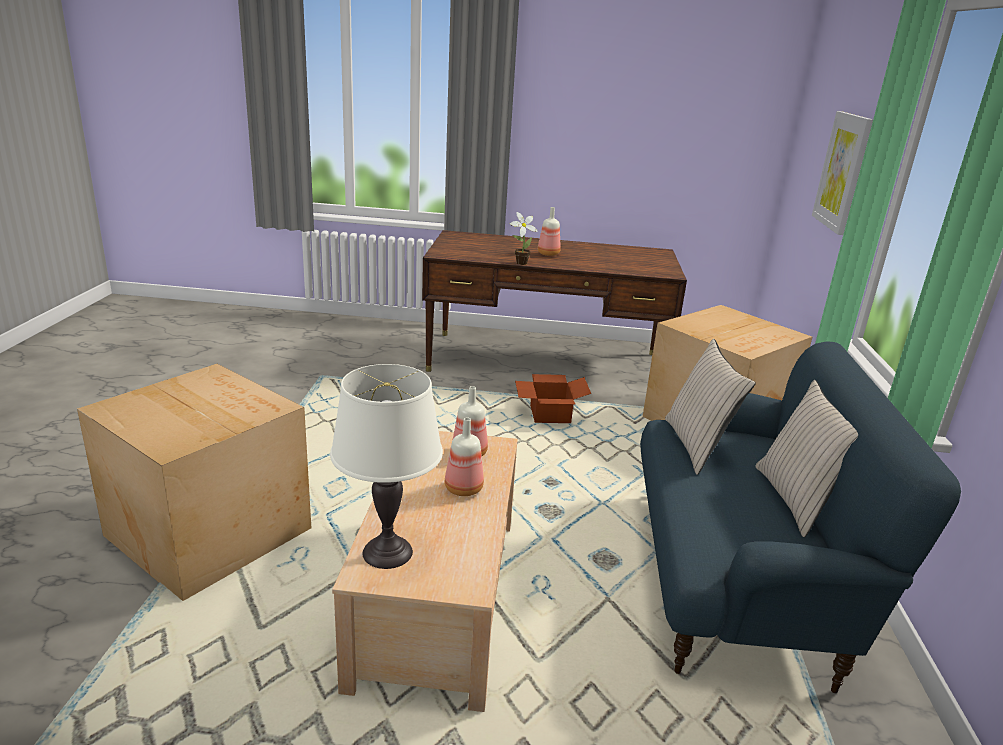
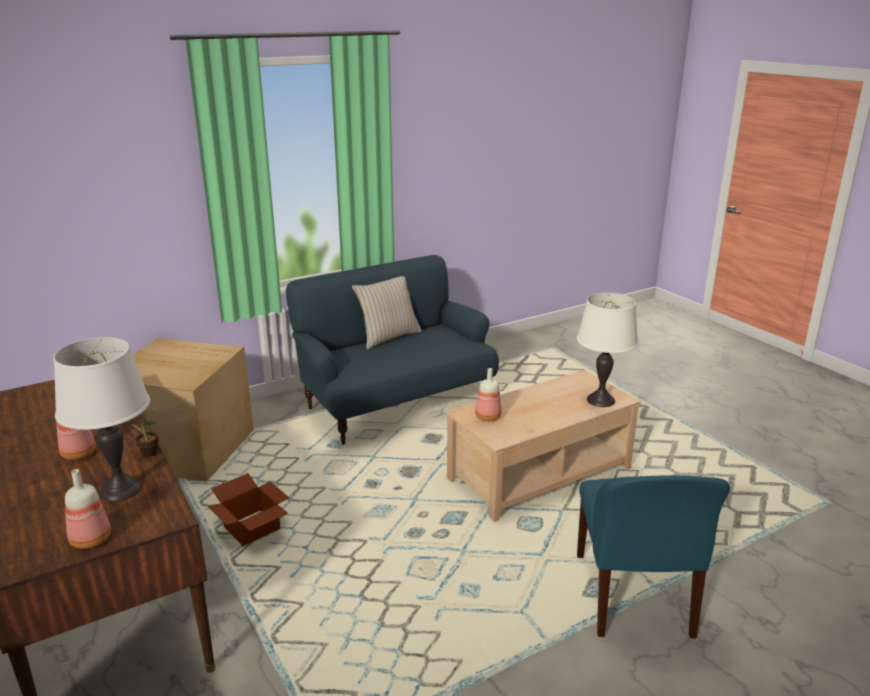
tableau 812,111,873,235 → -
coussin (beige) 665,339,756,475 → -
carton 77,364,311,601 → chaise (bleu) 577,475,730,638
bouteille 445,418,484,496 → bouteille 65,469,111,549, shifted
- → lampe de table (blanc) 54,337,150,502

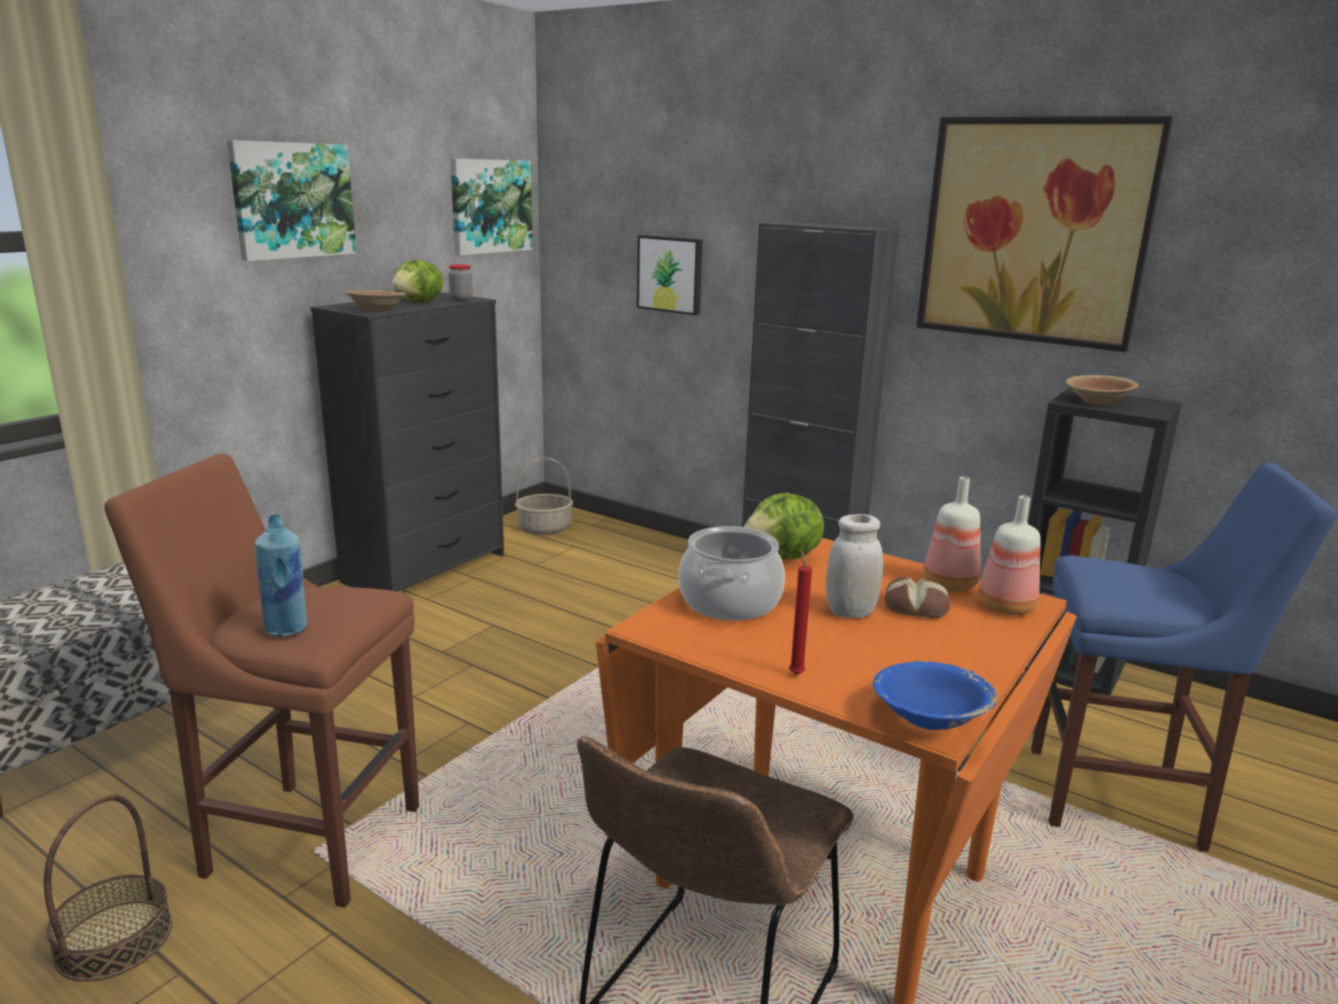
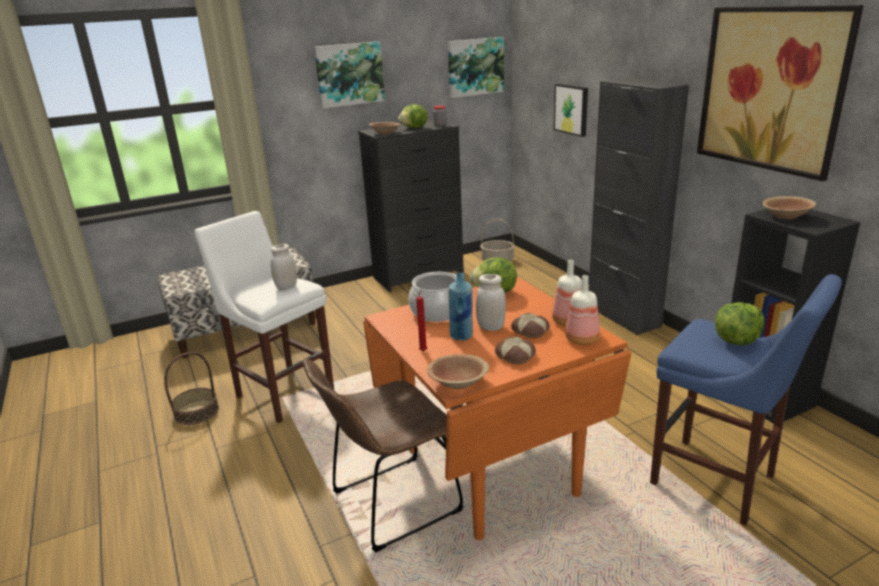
tabouret (marron) 104,454,419,908 → tabouret (blanc) 194,211,334,423
bouteille (bleu) 254,514,307,636 → bouteille (bleu) 449,272,473,341, shifted
bol (bleu) 873,661,997,730 → bol (marron) 427,354,489,389
- → bocal (blanc) 271,244,297,290
- → laitue 715,302,764,346
- → pain 495,336,536,364

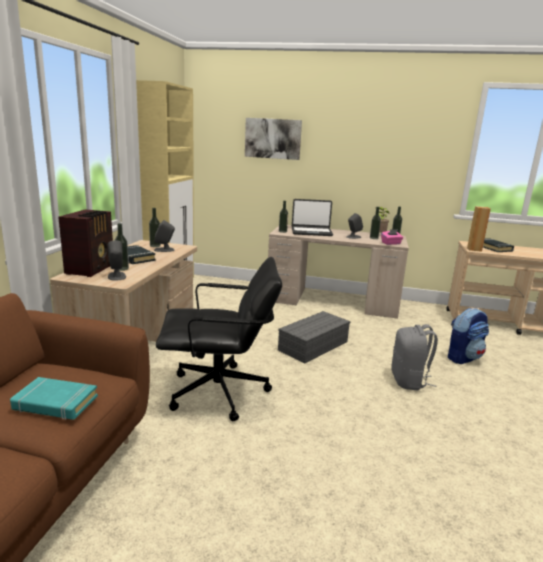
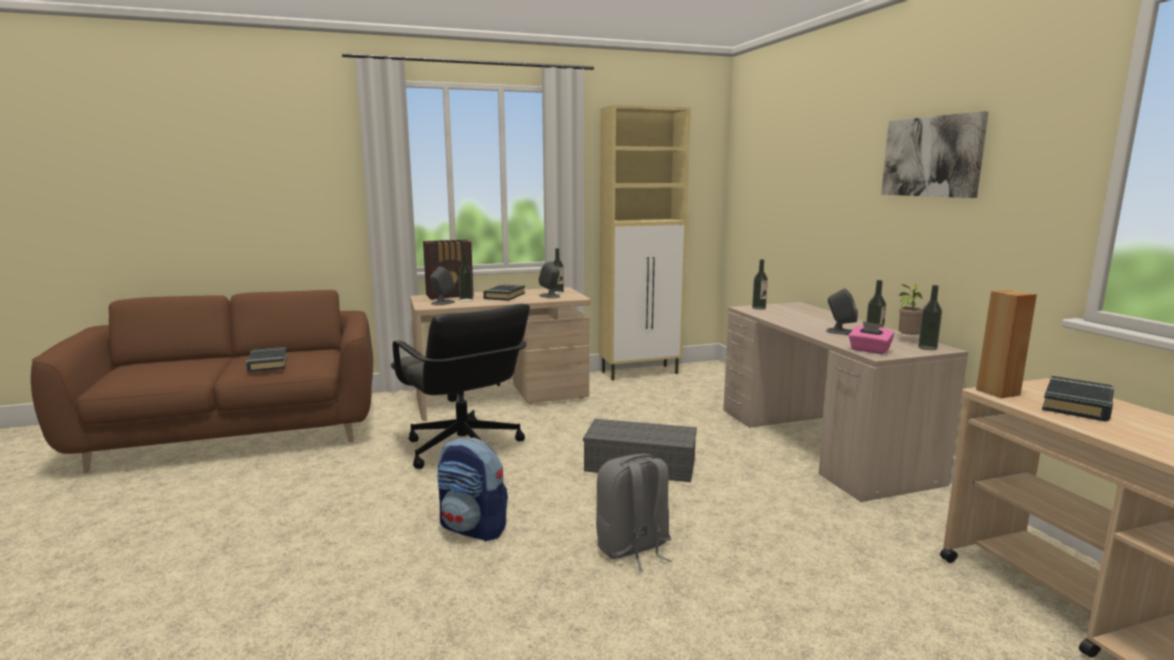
tableau 245,118,302,160 → tableau 881,111,989,198, shifted
ordinateur portable 292,199,333,236 → -
sac à dos 448,308,489,364 → sac à dos 437,438,508,541, shifted
livre (turquoise) 10,377,98,420 → livre (noir) 246,347,288,372

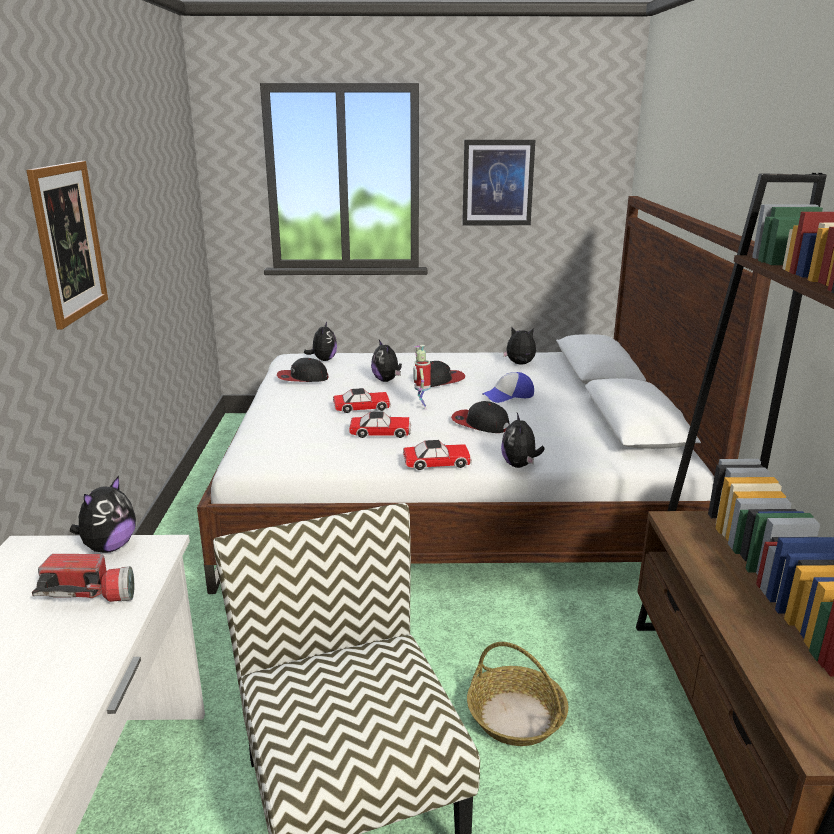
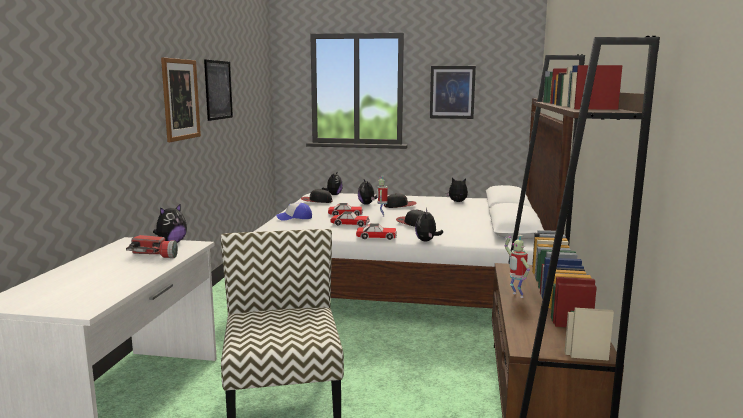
casquette 482,372,534,403 → casquette 276,203,312,221, shifted
panier 467,642,568,746 → -
- → tableau 204,59,233,121
- → robot jouet 504,235,530,298

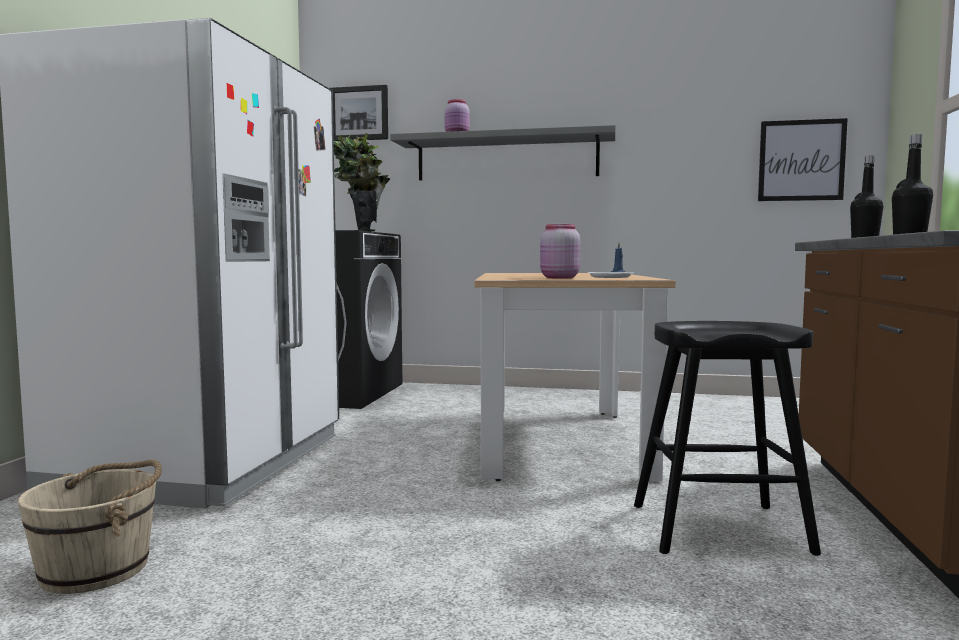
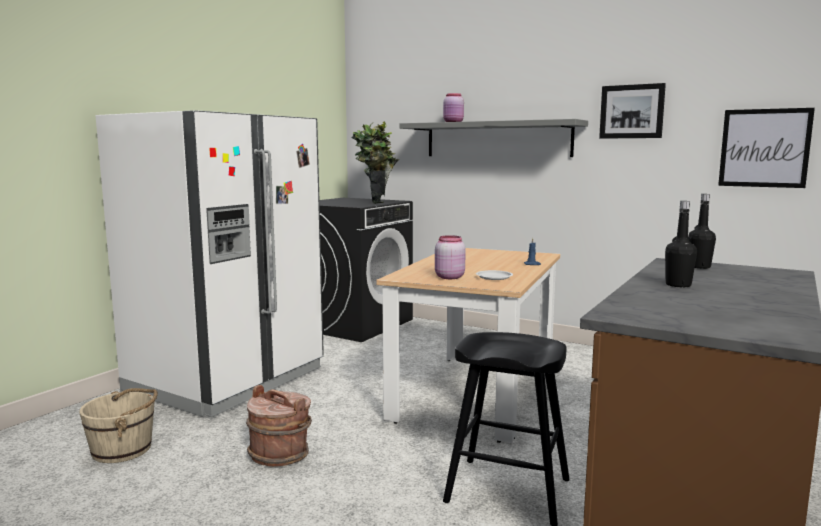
tableau 329,85,388,141 → tableau 599,83,666,139, shifted
- → seau (marron) 246,385,312,467

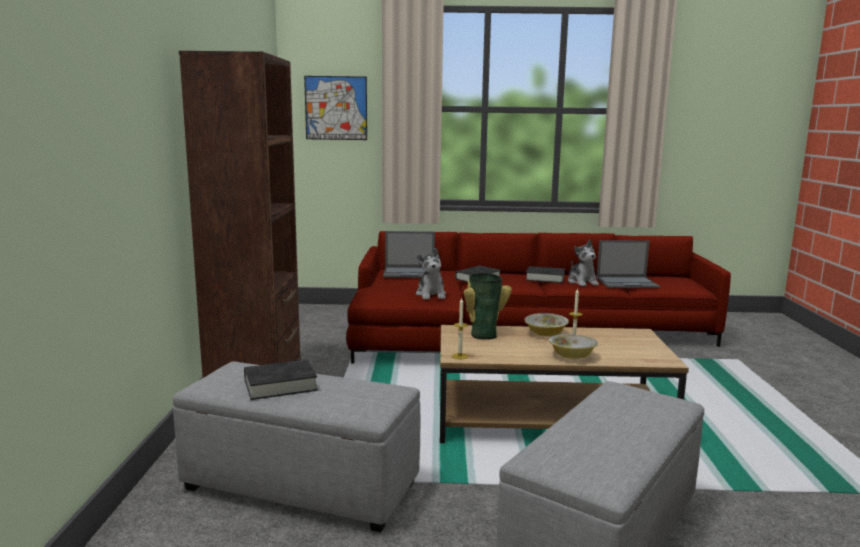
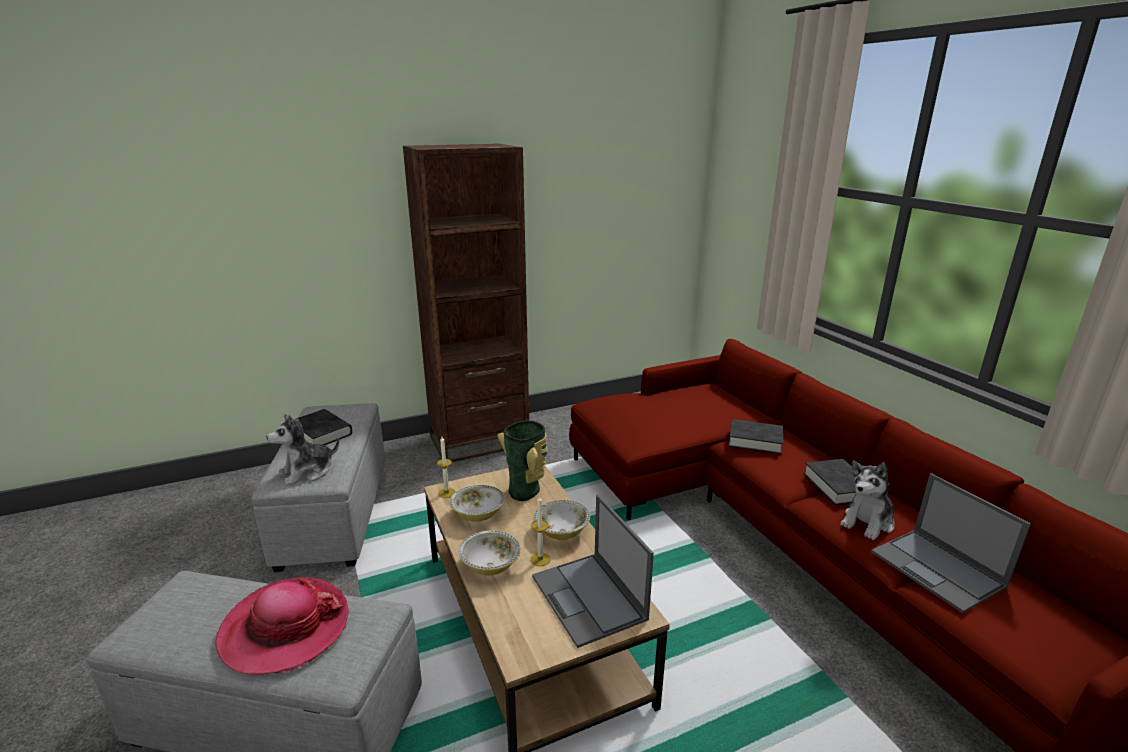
tableau 304,76,367,140 → -
ordinateur portable 383,231,435,278 → ordinateur portable 532,494,654,648, shifted
peluche 416,248,446,300 → peluche 266,414,339,486, shifted
- → bol 450,485,505,522
- → chapeau 215,577,349,675

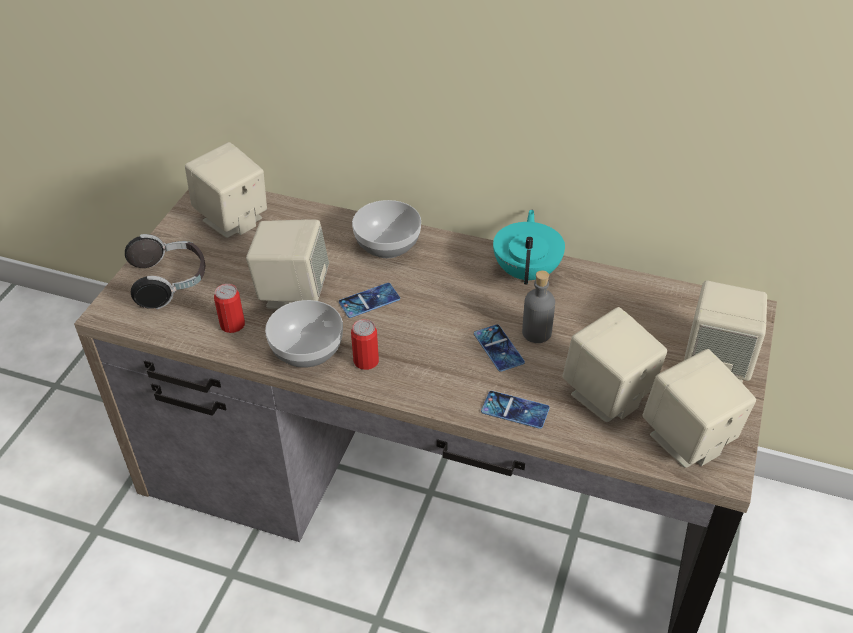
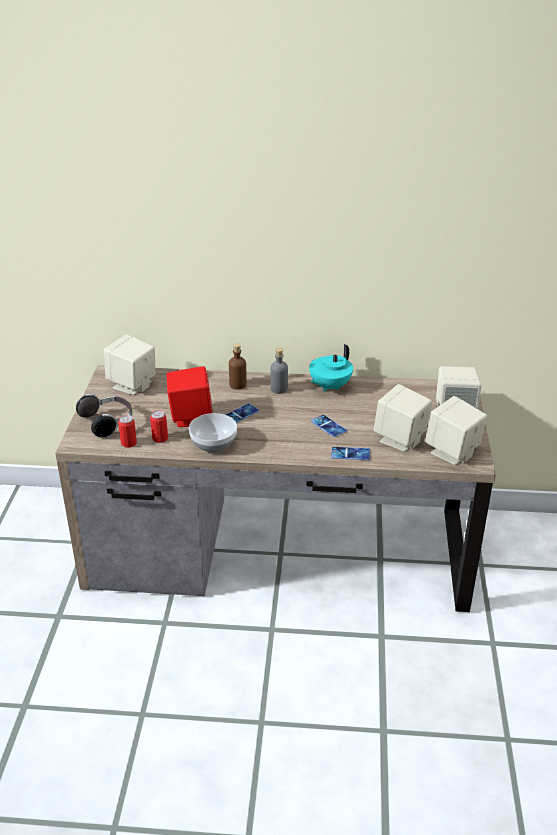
bol 352,200,421,258 → bouteille (marron) 229,343,247,390
théière (turquoise) 493,209,565,285 → théière (turquoise) 309,344,353,392, 135 degrees counterclockwise
enceinte (beige) 246,219,329,310 → enceinte (rouge) 167,366,213,427
bouteille (gris) 522,270,555,343 → bouteille (gris) 270,348,288,394, shifted
boîte métallique 351,319,379,370 → boîte métallique 118,415,137,448, shifted

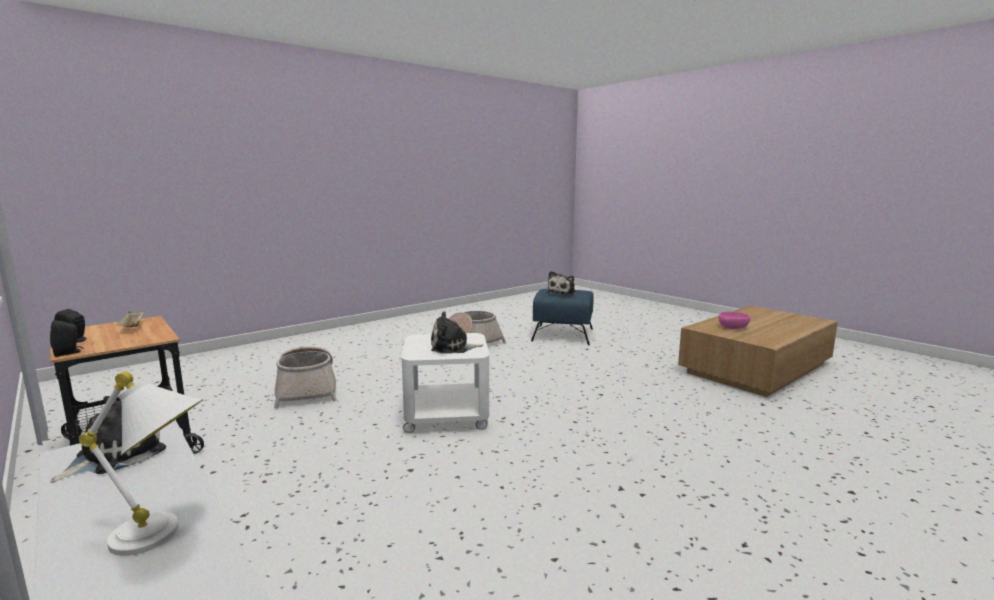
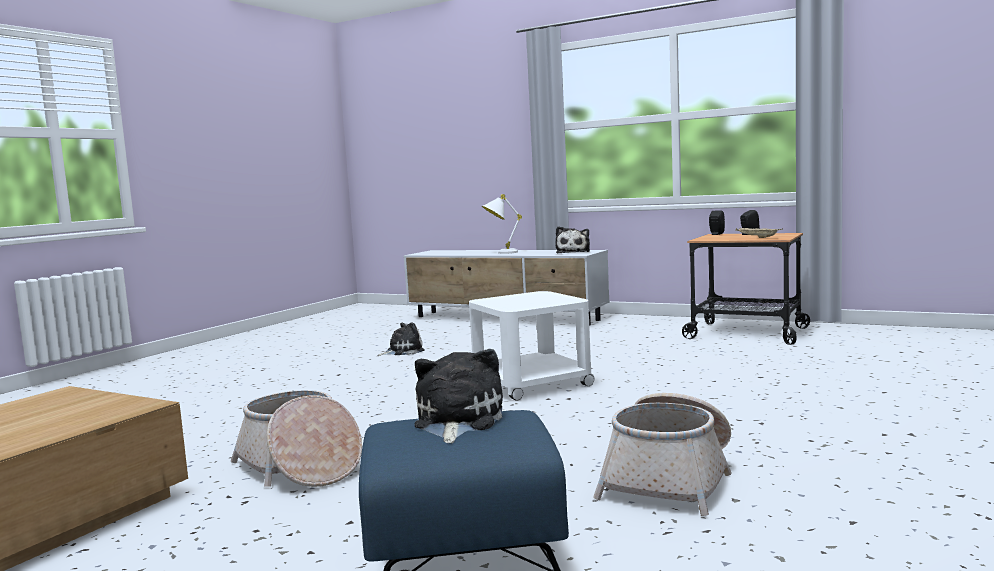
peluche 431,311,483,354 → peluche 377,322,425,356, shifted
bol (rose) 718,312,750,329 → -
panier 274,346,337,408 → panier 231,390,362,487, shifted

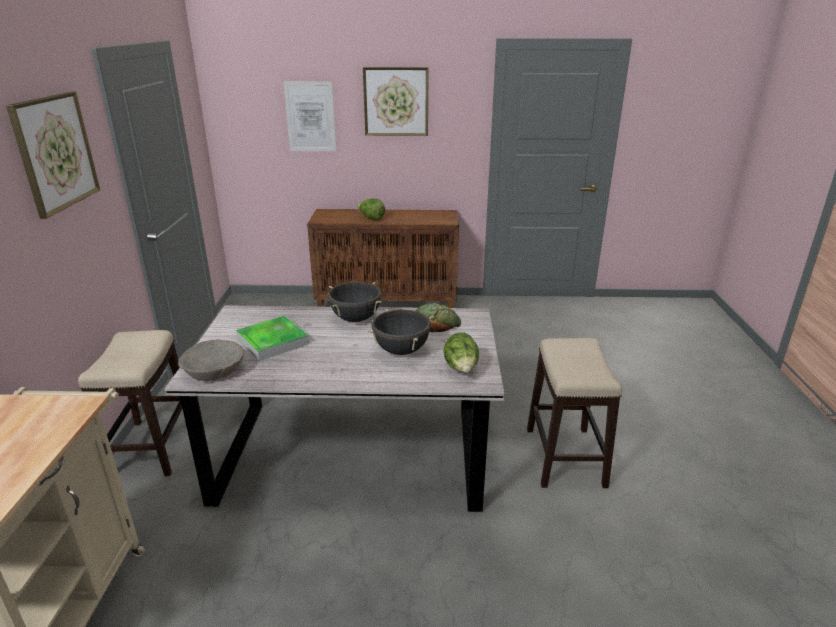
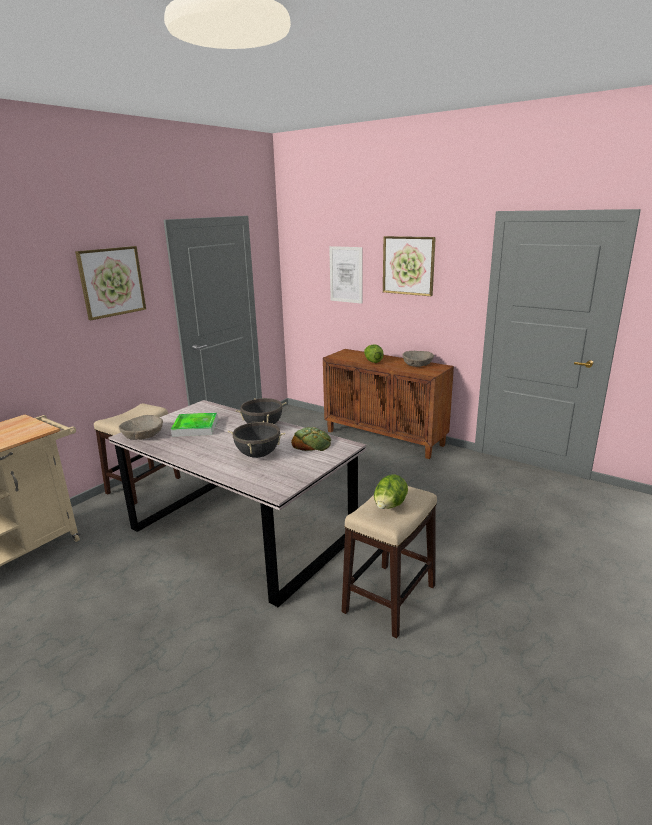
laitue 443,332,479,373 → laitue 374,474,408,509, shifted
- → bol (beige) 402,351,434,367

